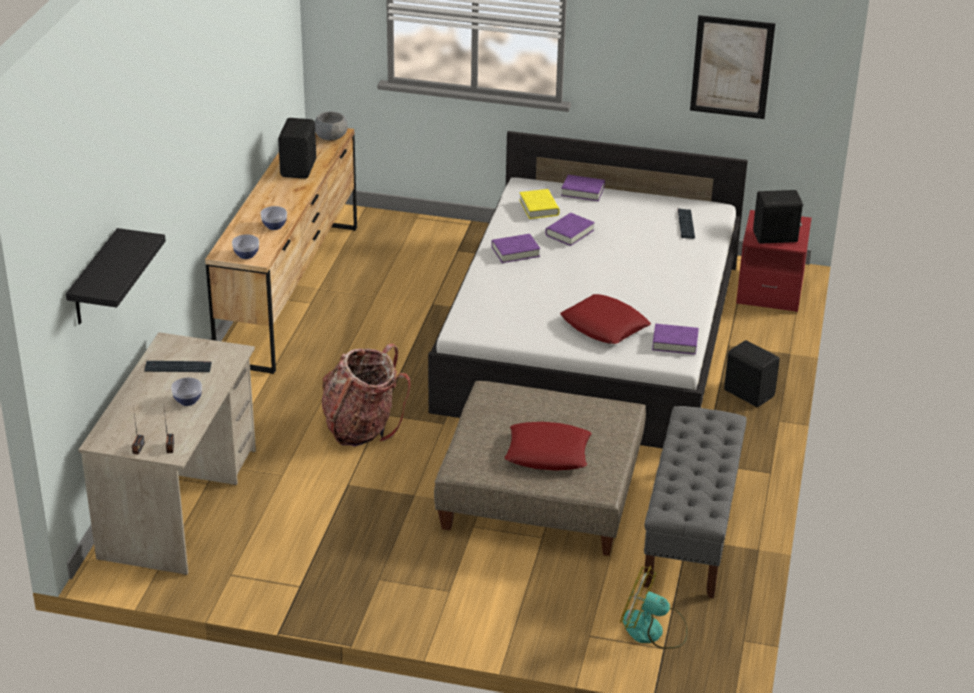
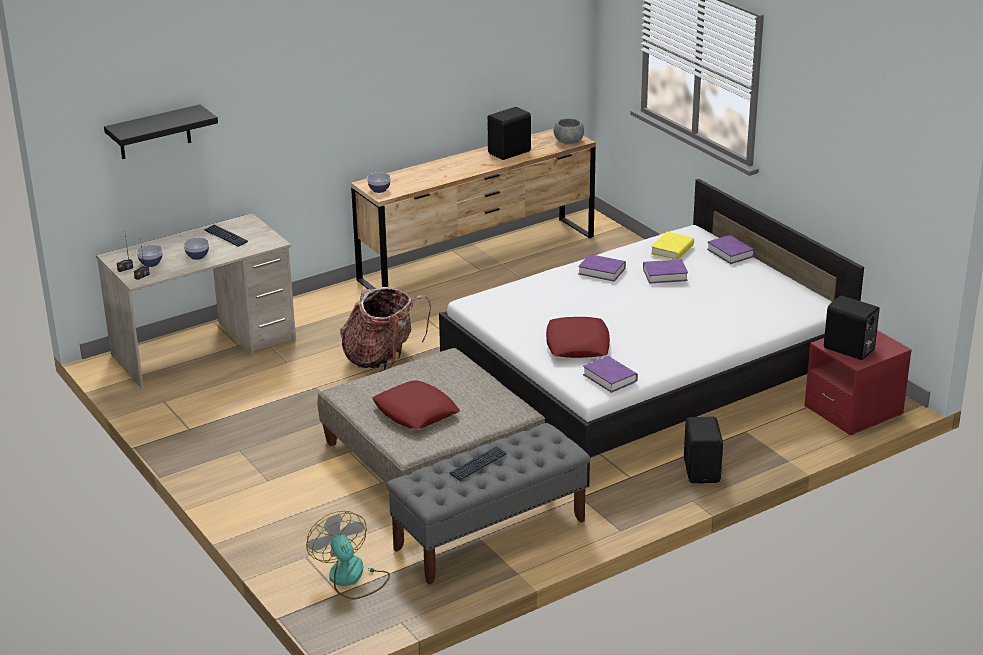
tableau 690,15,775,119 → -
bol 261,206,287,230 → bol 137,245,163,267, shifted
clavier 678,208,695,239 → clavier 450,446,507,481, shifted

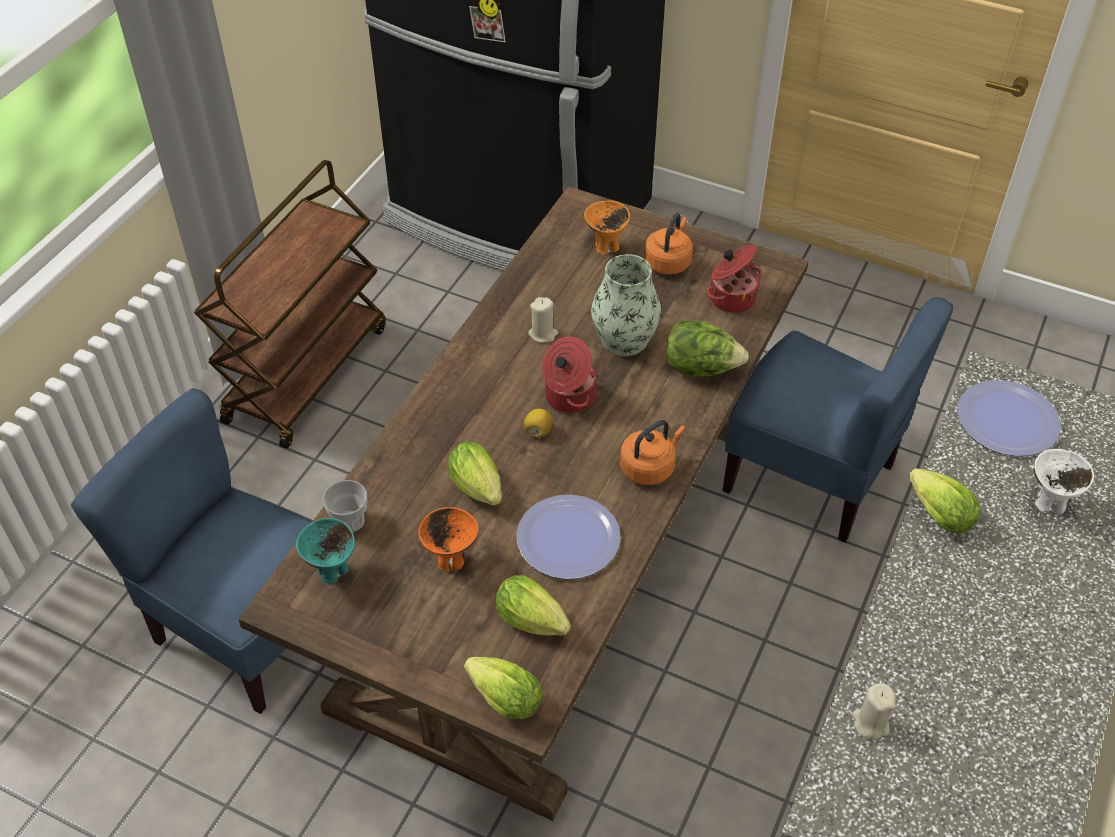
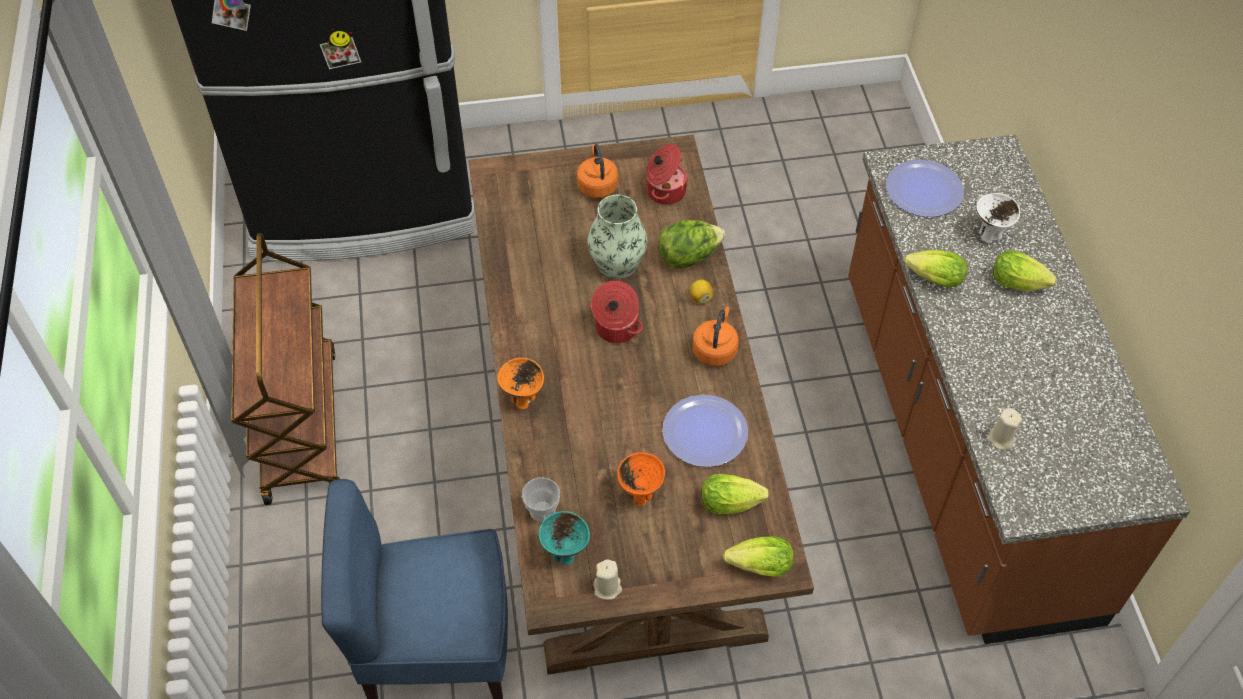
bol (orange) 584,200,630,255 → bol (orange) 497,358,544,409, shifted
bougie (beige) 528,297,558,343 → bougie (beige) 593,559,622,600, shifted
chaise (bleu) 722,297,954,543 → -
citron 524,409,552,438 → citron 690,279,714,304, shifted
laitue 448,442,502,506 → laitue 993,250,1057,291, shifted

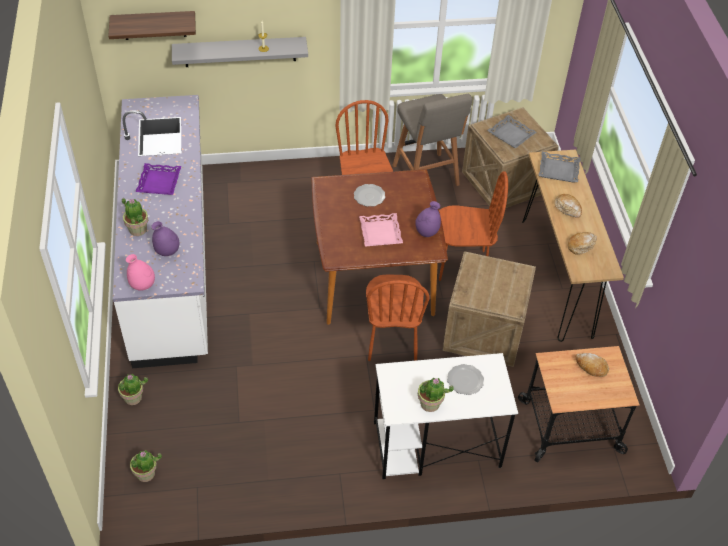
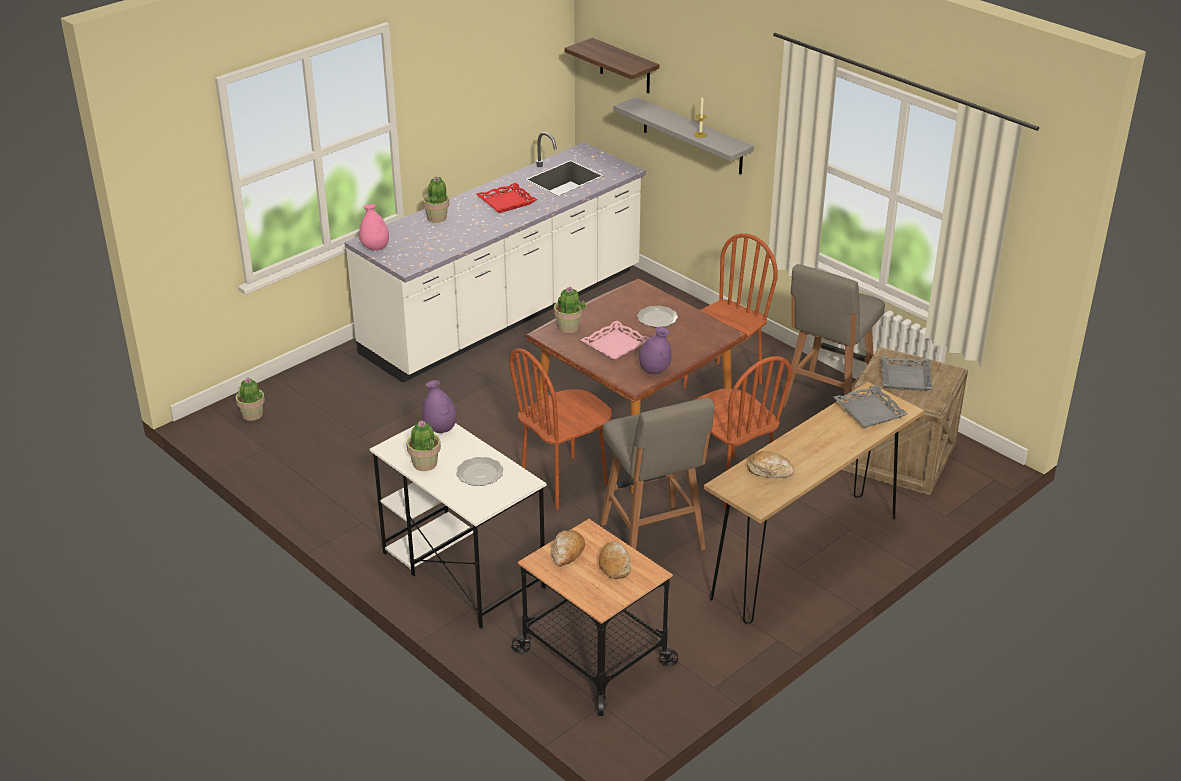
plateau (violet) 136,163,181,195 → plateau (rouge) 476,183,537,213
pain 554,194,582,218 → pain 551,530,585,567, shifted
vase (violet) 152,221,179,256 → vase (violet) 422,380,457,433, shifted
caisse 443,251,536,367 → tabouret (gris) 600,397,714,551
plante en pot 118,374,148,405 → plante en pot 554,286,586,333, shifted

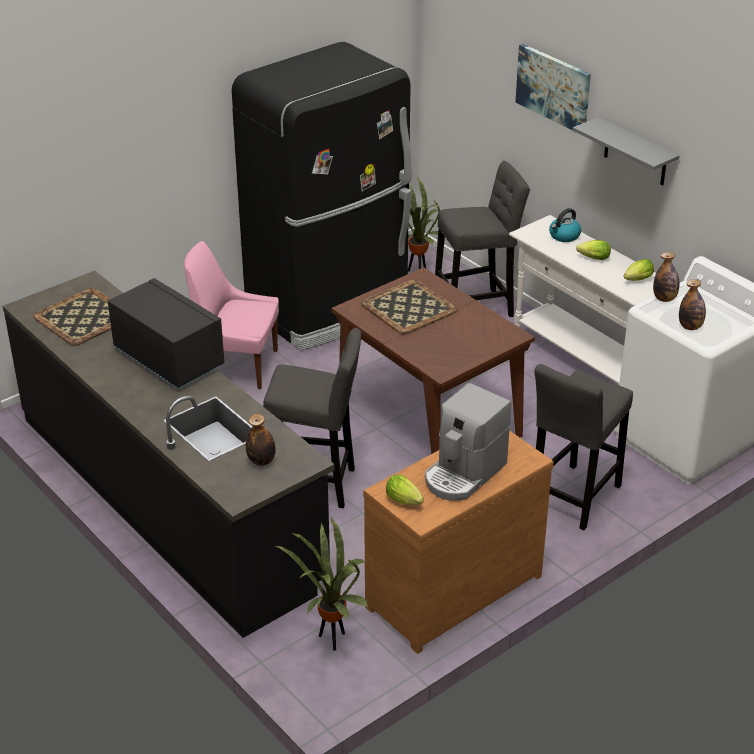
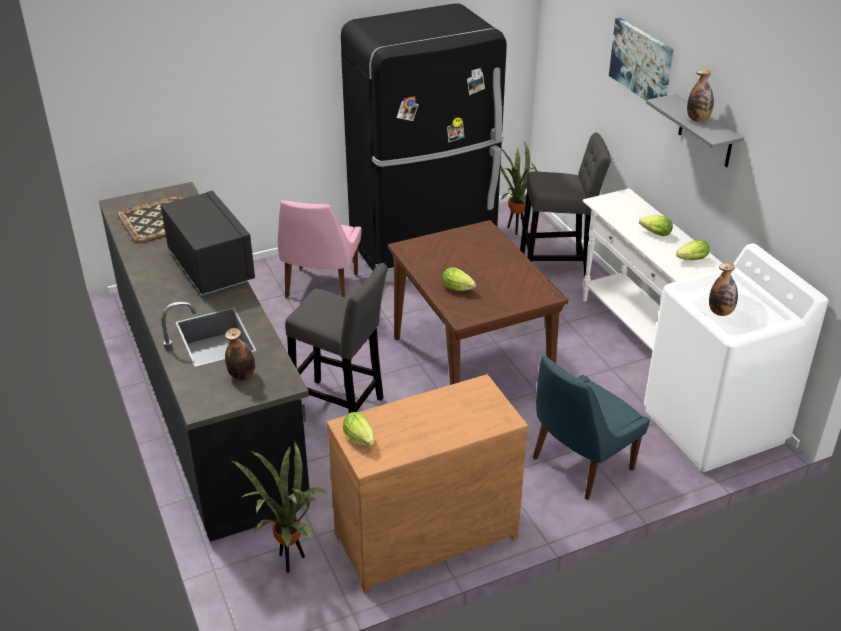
bouilloire 549,208,581,242 → -
chaise (rose) 184,241,279,389 → chaise (rose) 278,200,362,298, 105 degrees counterclockwise
bouteille 653,252,679,302 → bouteille 687,70,714,122, shifted
plateau 361,280,457,335 → -
tabouret (gris) 534,364,633,530 → chaise (bleu) 533,355,650,500
machine à café 425,383,511,501 → -
- → laitue 442,267,476,291

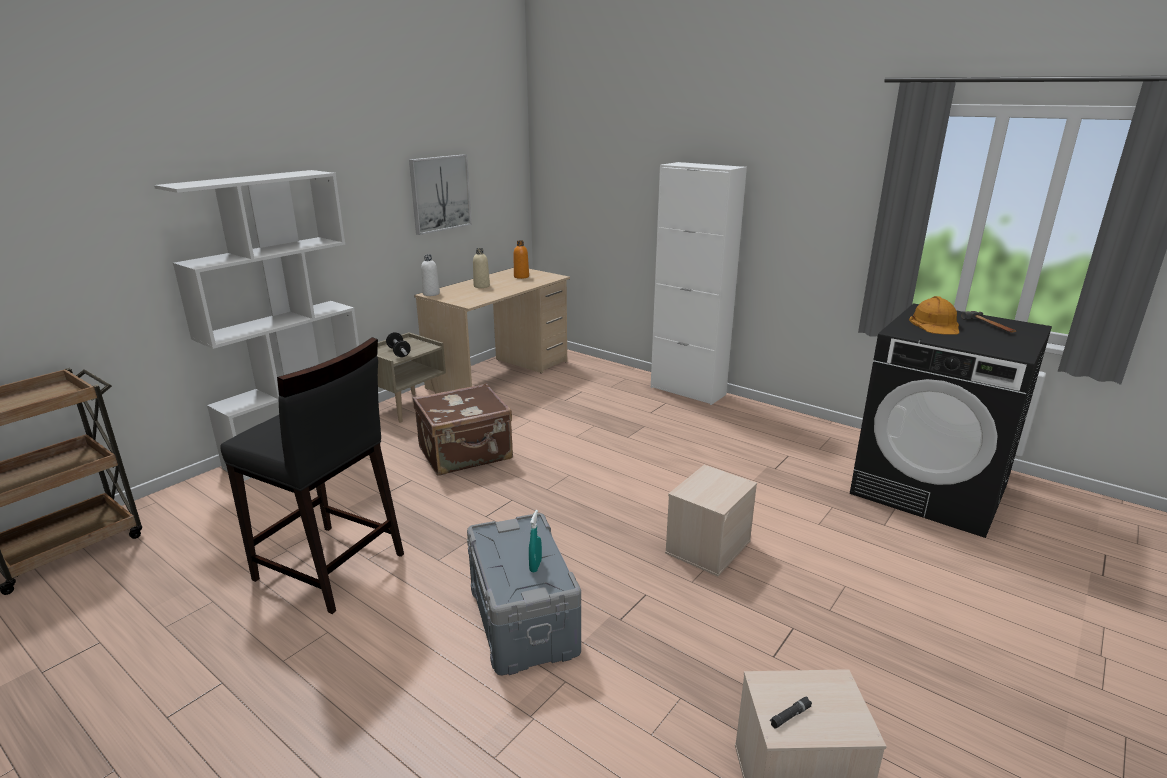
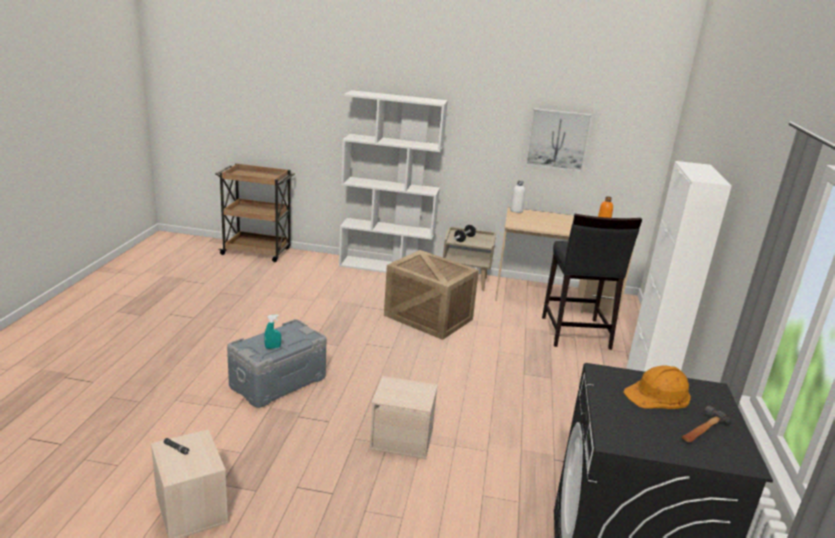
bouteille (beige) 473,248,490,288 → -
tabouret (noir) 221,337,404,614 → tabouret (noir) 542,214,642,350, shifted
valise (marron) 413,383,513,476 → caisse 384,250,479,340

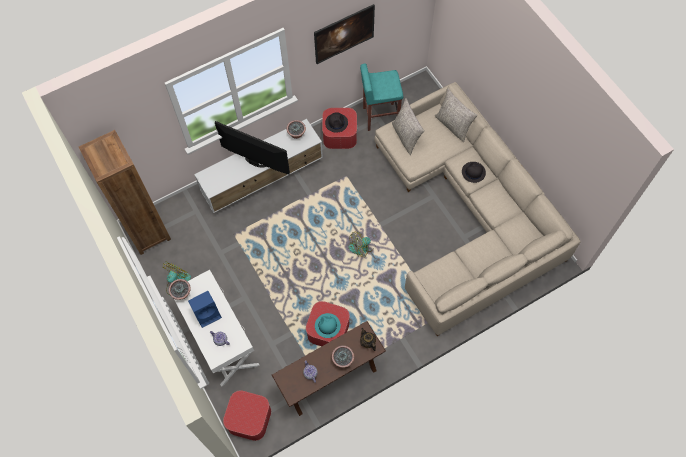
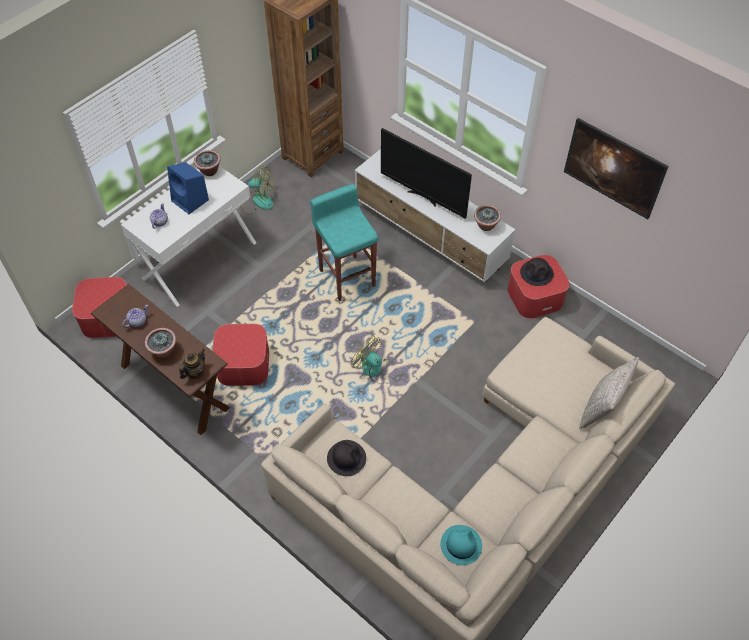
tabouret (turquoise) 360,64,403,131 → tabouret (turquoise) 310,184,378,301, shifted
coussin (gris) 392,98,425,155 → -
téléviseur 215,121,290,175 → téléviseur 381,128,472,218, 120 degrees clockwise
chapeau (noir) 462,162,486,183 → chapeau (noir) 327,440,366,476, shifted
chapeau (turquoise) 315,313,341,338 → chapeau (turquoise) 441,525,482,565, shifted

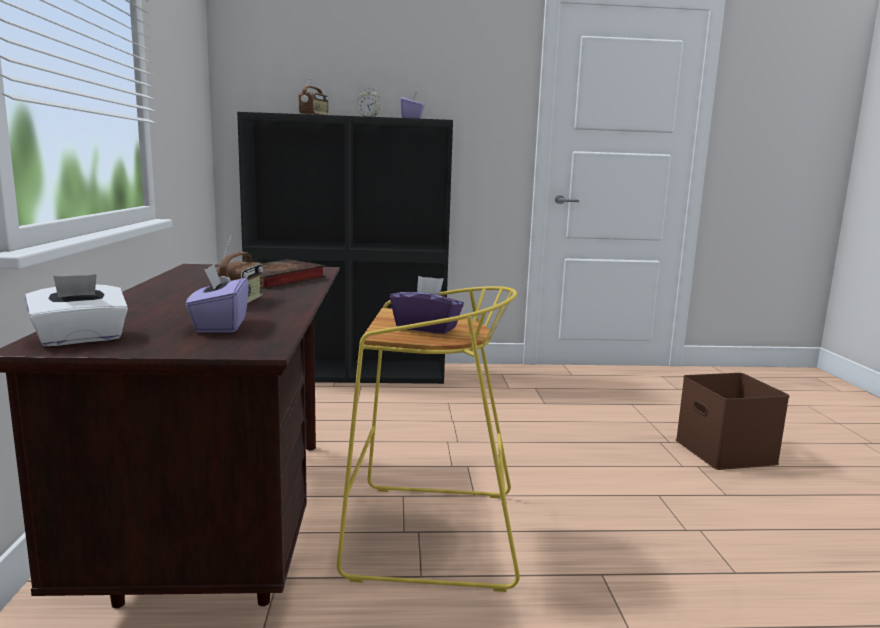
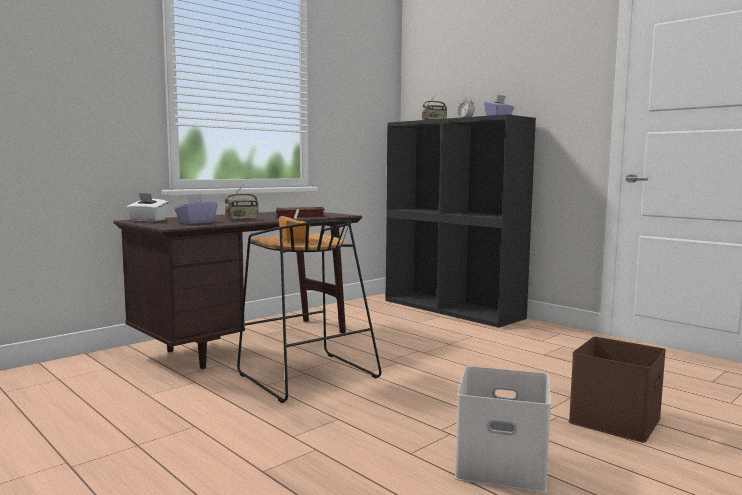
boîte à mouchoirs (violet) 390,276,464,334 → boîte à mouchoirs (orange) 279,209,310,241
tabouret (jaune) 337,286,520,592 → tabouret (noir) 237,220,381,403
- → boîte de rangement (blanc) 455,366,551,493

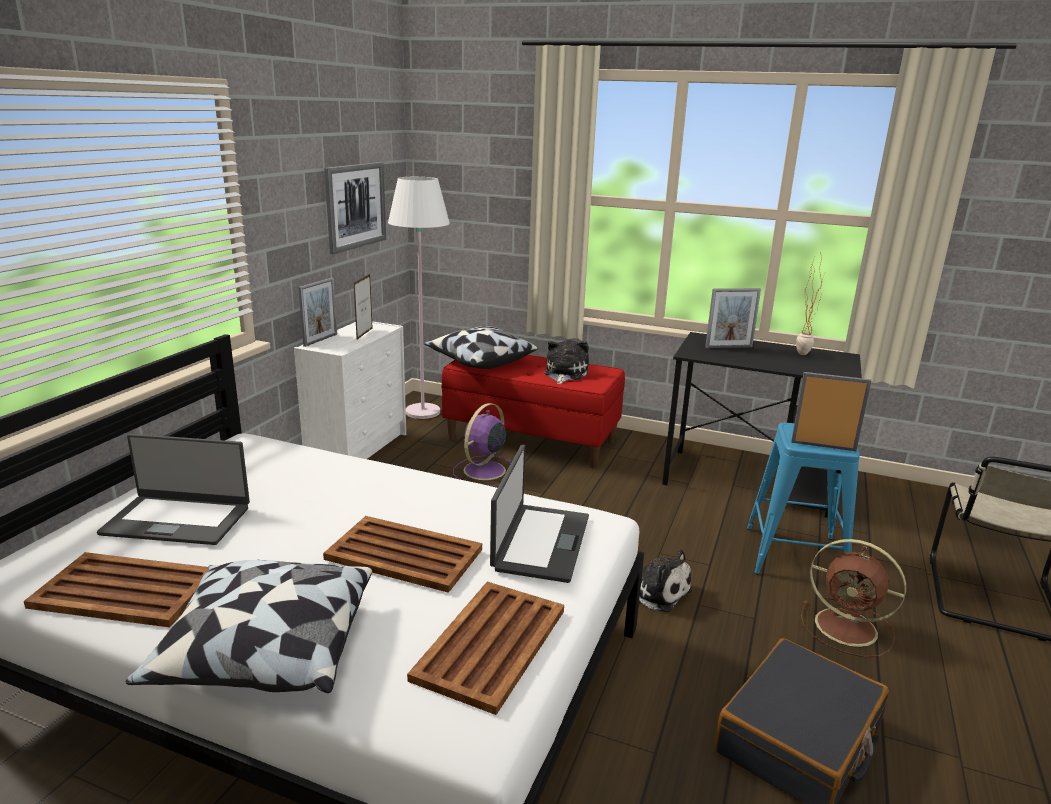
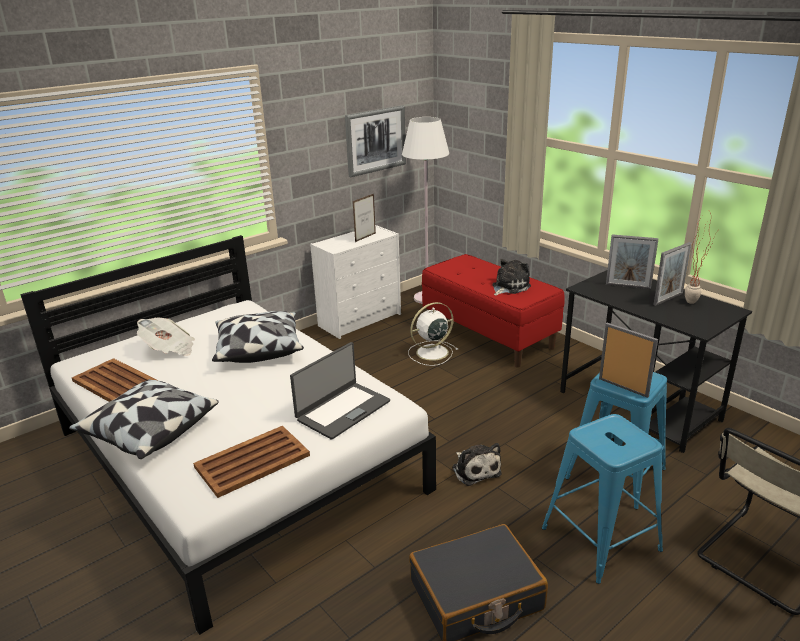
cadre photo 298,278,337,347 → cadre photo 653,242,692,306, shifted
coussin 424,326,538,369 → coussin 212,311,304,363, shifted
ventilateur (violet) 453,403,512,486 → ventilateur (blanc) 408,302,459,366
ordinateur portable 97,434,250,545 → journal 137,318,195,356
plateau (marron) 323,516,482,593 → -
ventilateur (marron) 801,539,906,657 → tabouret (bleu) 542,414,663,584

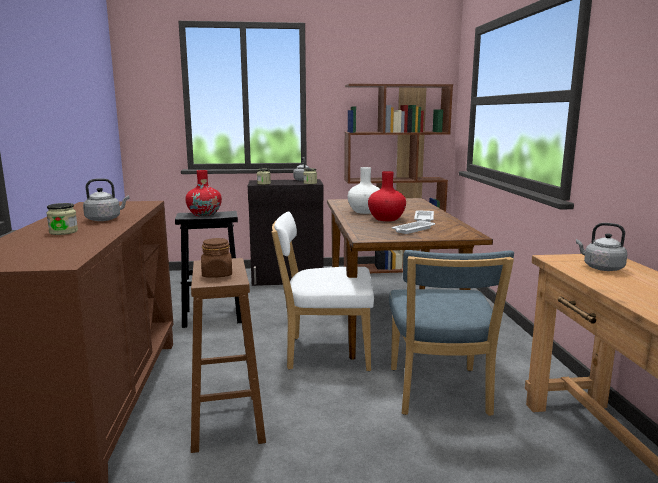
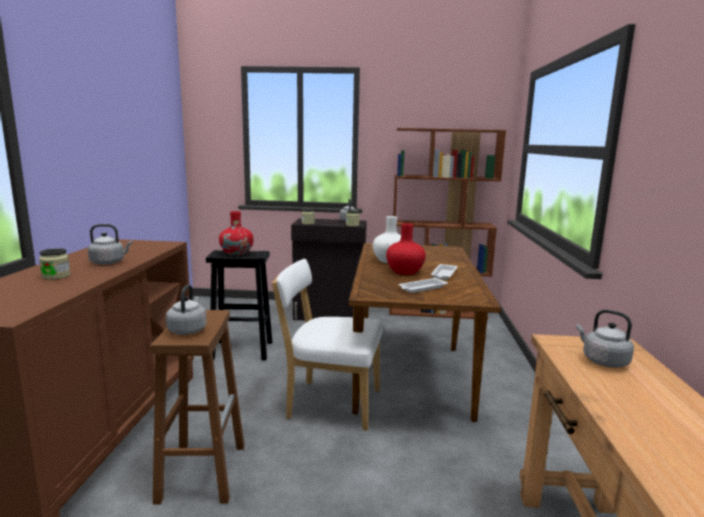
bocal (marron) 201,238,232,278 → bouilloire (gris) 166,284,207,335
chaise (bleu) 389,250,514,416 → -

